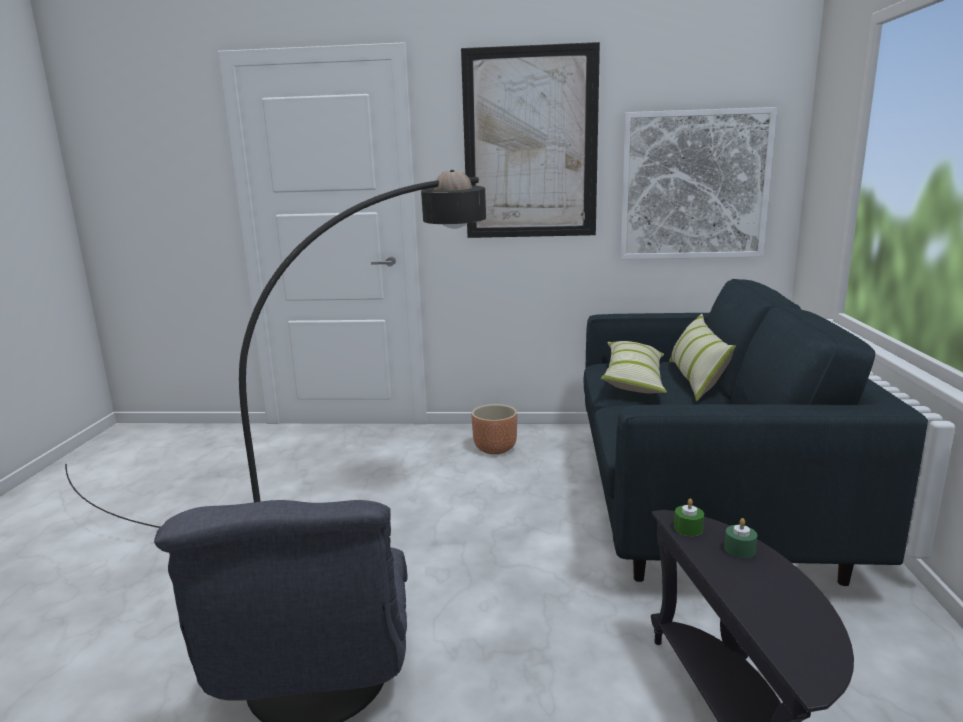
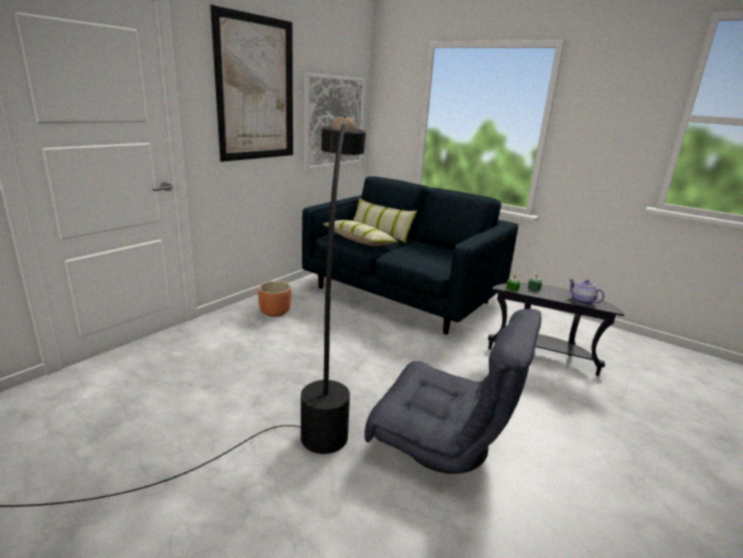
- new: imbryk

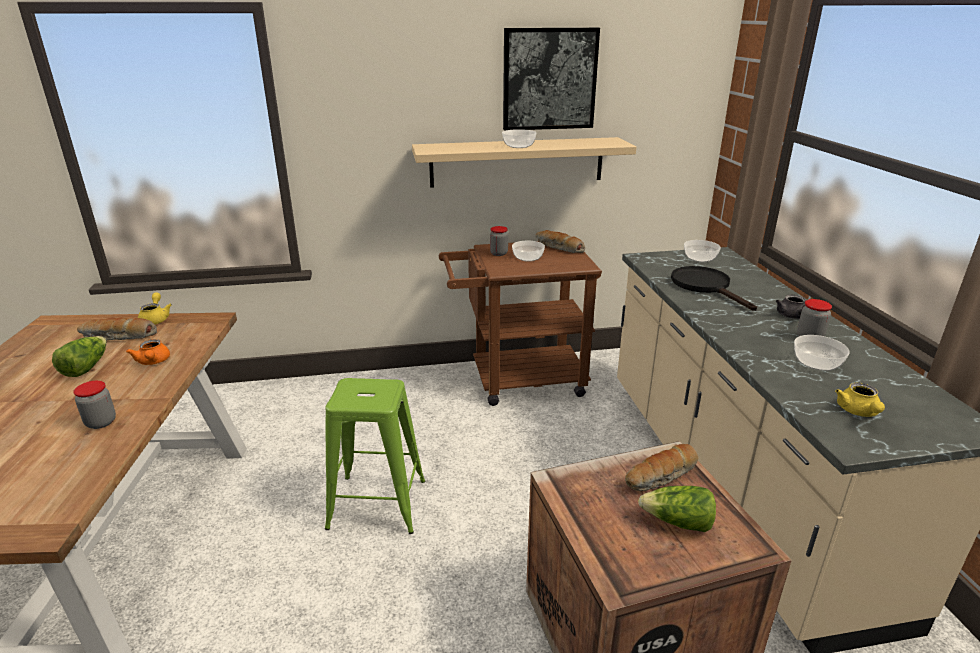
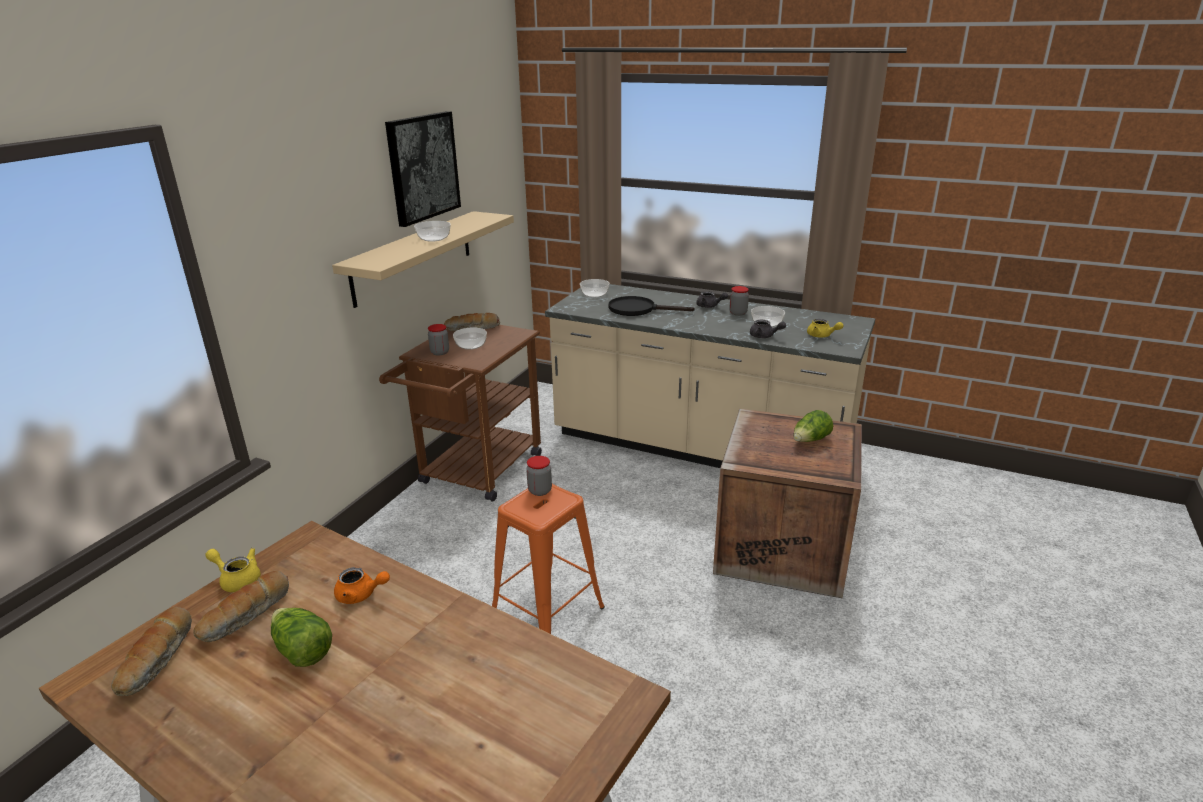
- shifted: słoik (no. 1 from left in the first image) to słoik (no. 2 from left)
- repainted: stołek [zielony] to stołek [pomarańczowy]
- shifted: chleb (no. 3 from left in the first image) to chleb (no. 1 from left)
- new: imbryk [szary] (no. 2 from left)

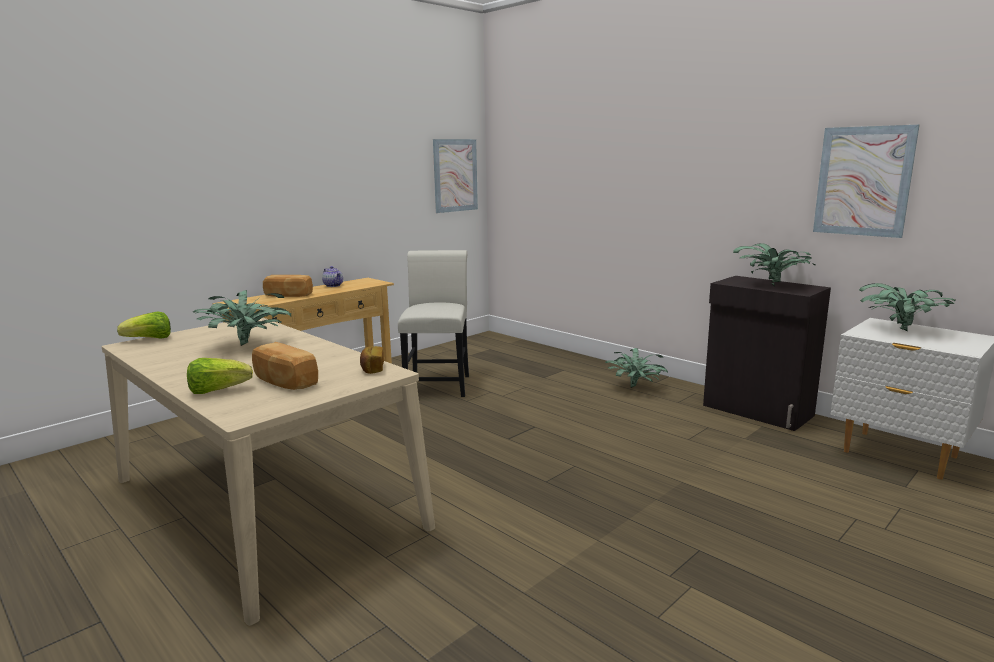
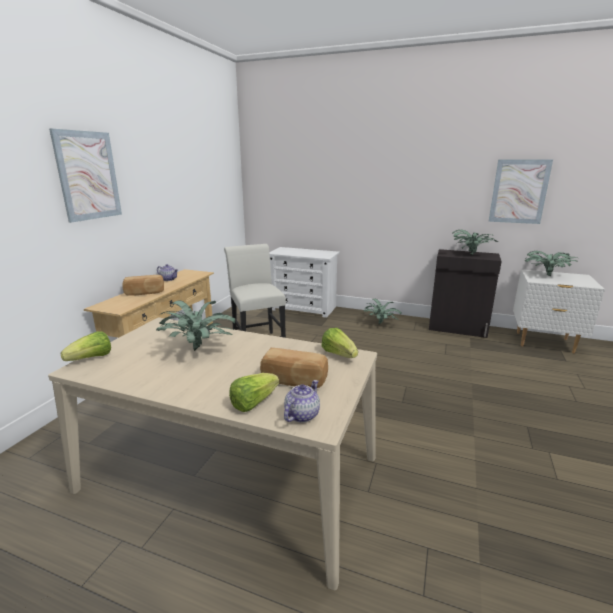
- swapped: chleb (no. 3 from left) to sałata (no. 3 from left)
- shifted: obraz (no. 1 from left)
- new: komoda [biały]
- new: imbryk (no. 2 from left)

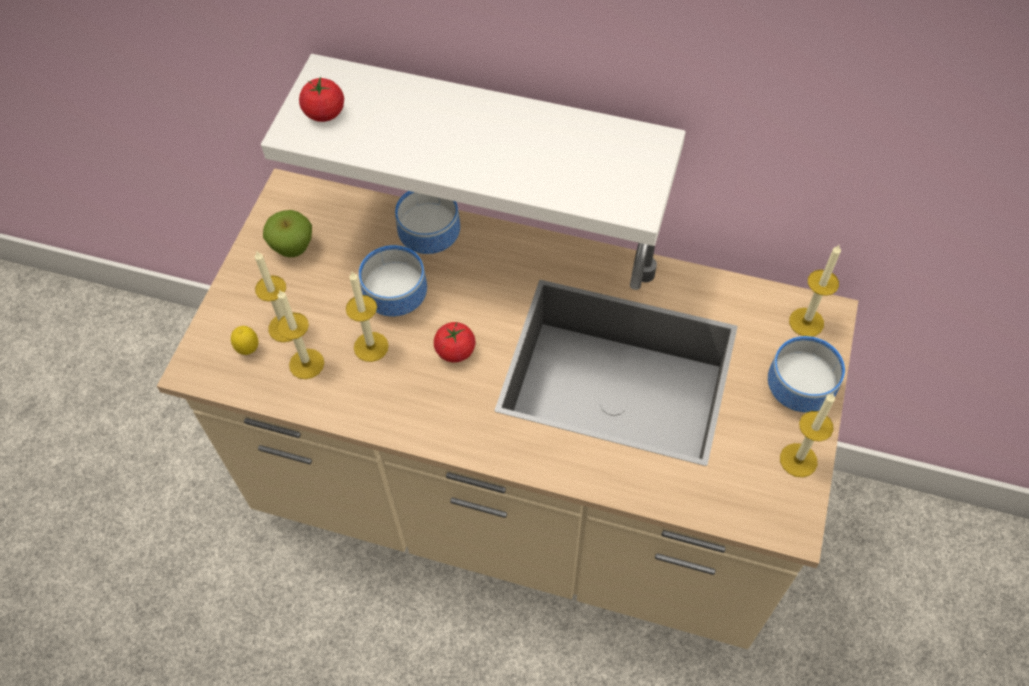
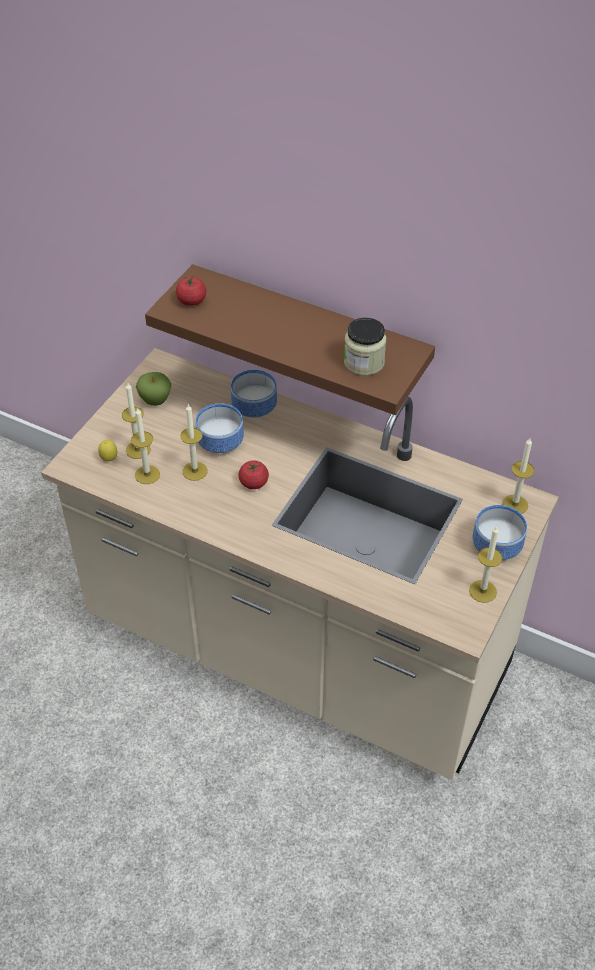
- repainted: półka [biały] to półka [brązowy]
- new: słoik

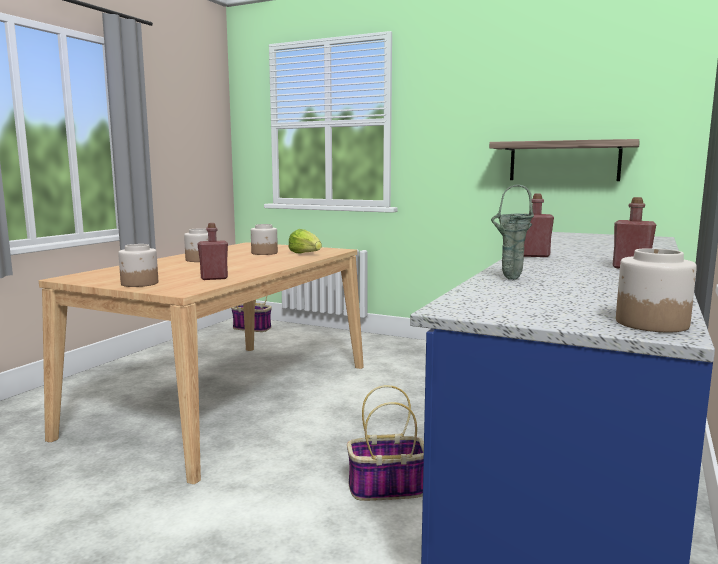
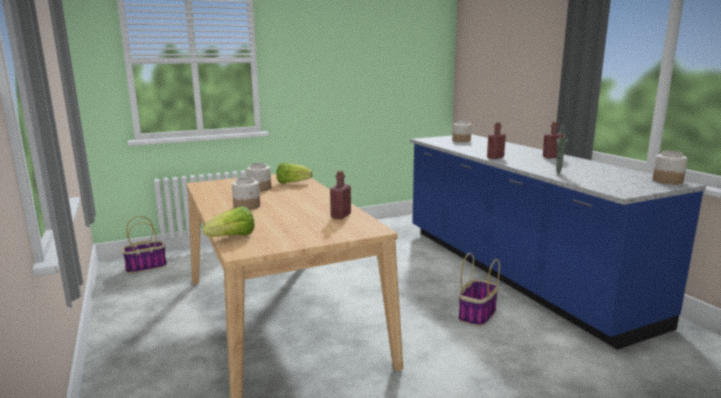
- shifted: słoik (no. 1 from left in the first image) to słoik (no. 3 from left)
- gone: półka
- new: sałata (no. 1 from left)

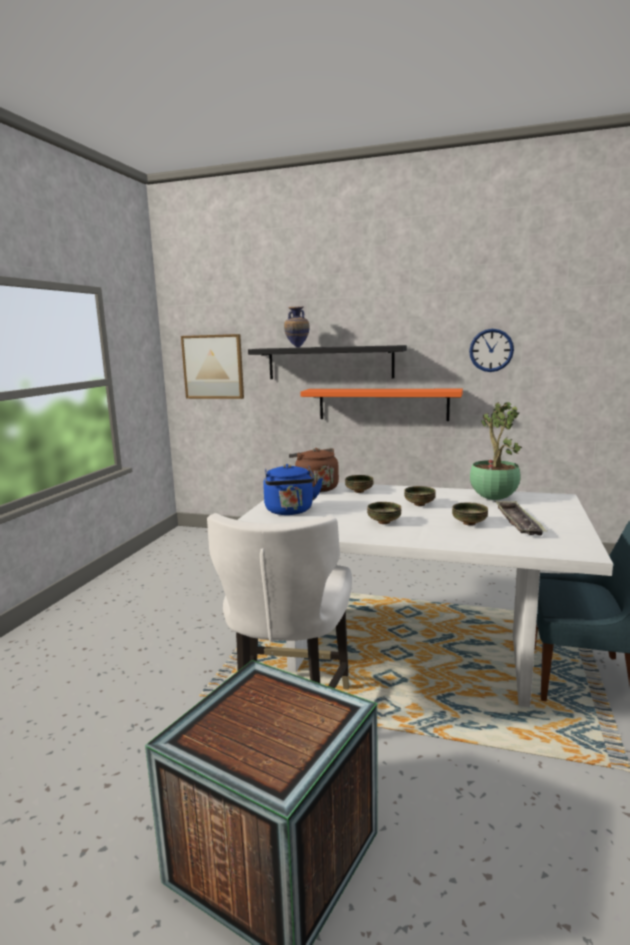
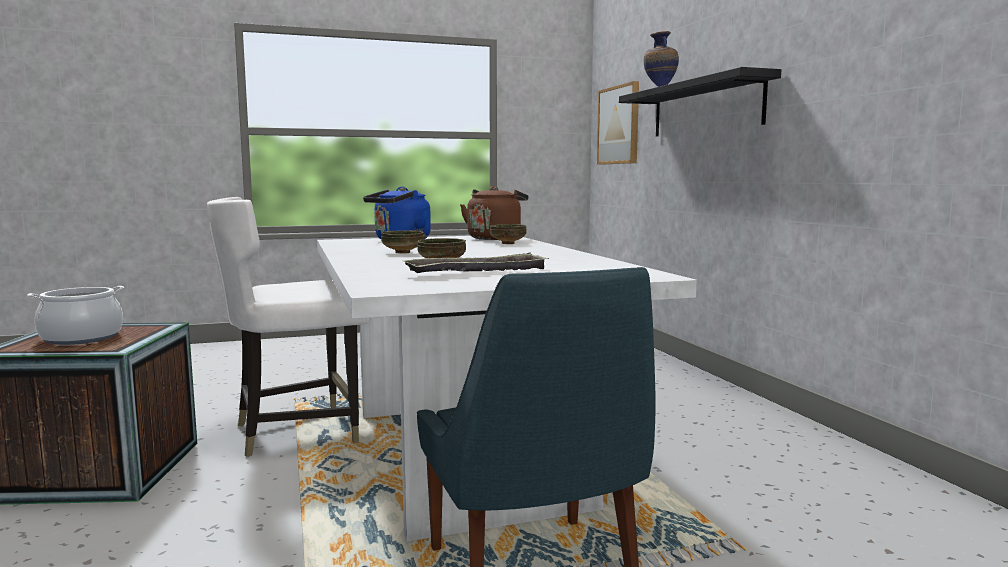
- gone: półka [pomarańczowy]
- gone: miska (no. 3 from left)
- gone: zegar ścienny
- gone: roślina doniczkowa
- new: garnek

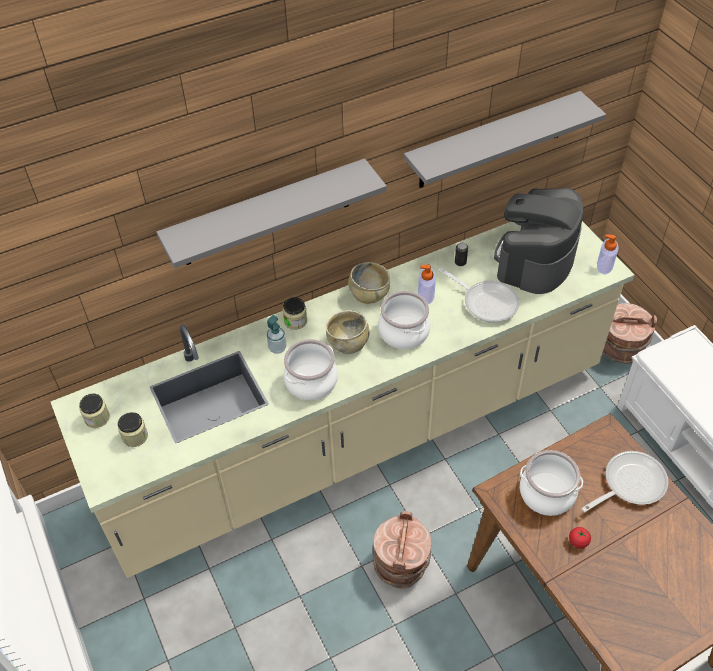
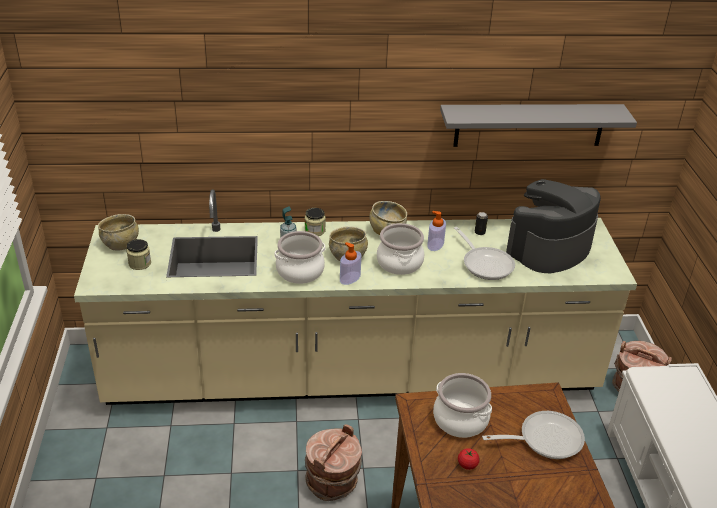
- swapped: słoik (no. 1 from left) to miska [beżowy] (no. 1 from left)
- gone: półka [szary] (no. 1 from left)
- shifted: dozownik mydła (no. 3 from left in the first image) to dozownik mydła (no. 2 from left)

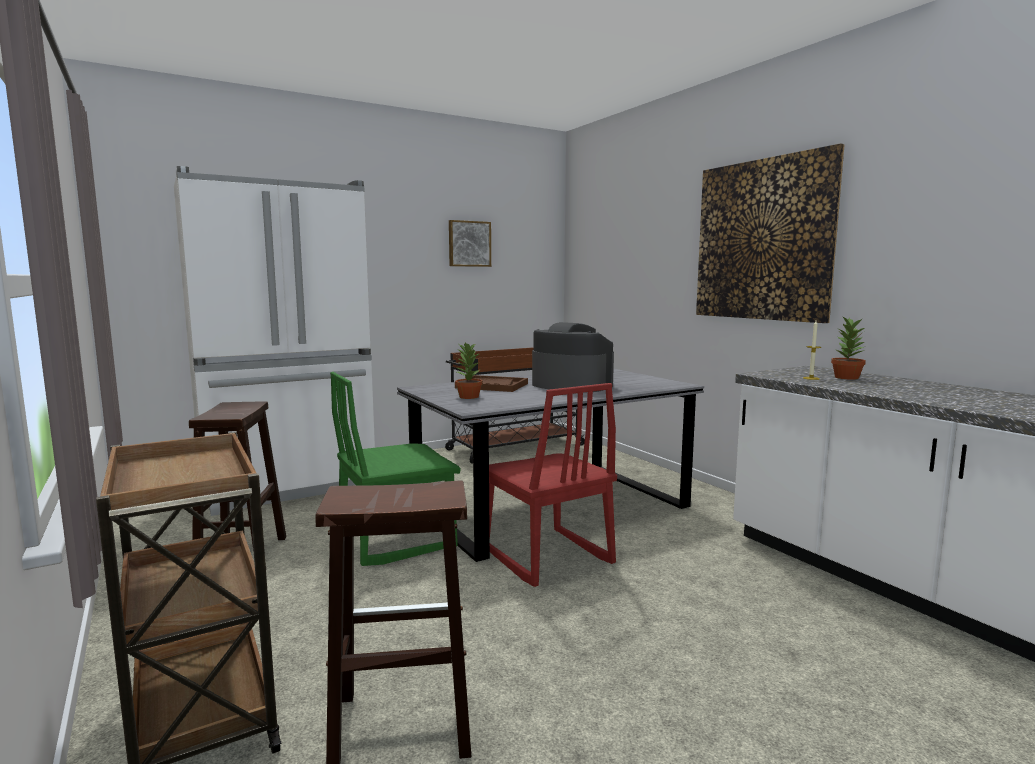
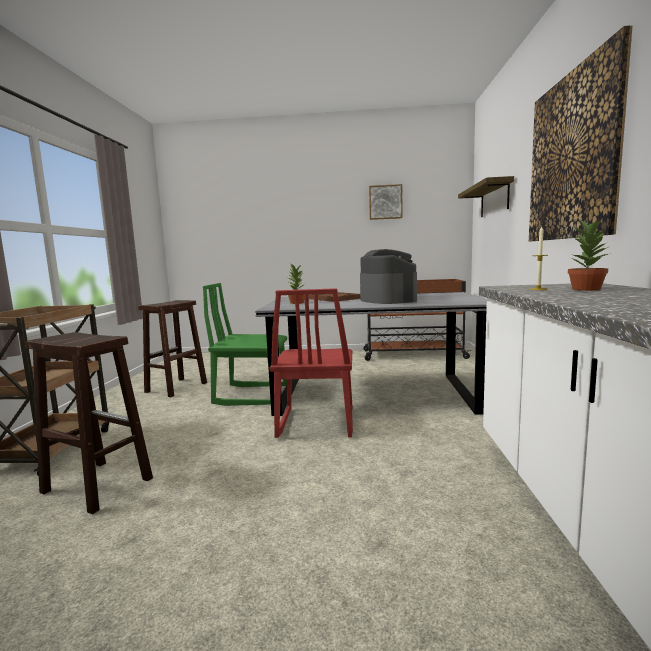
- gone: lodówka [biały]
- new: półka

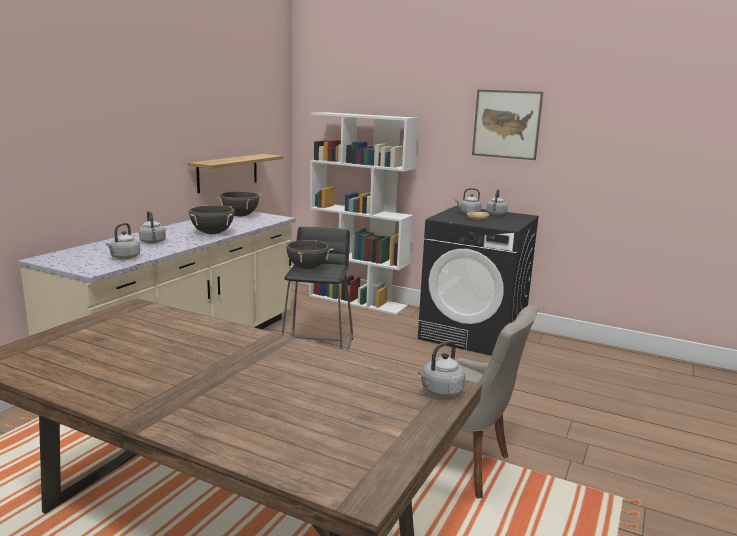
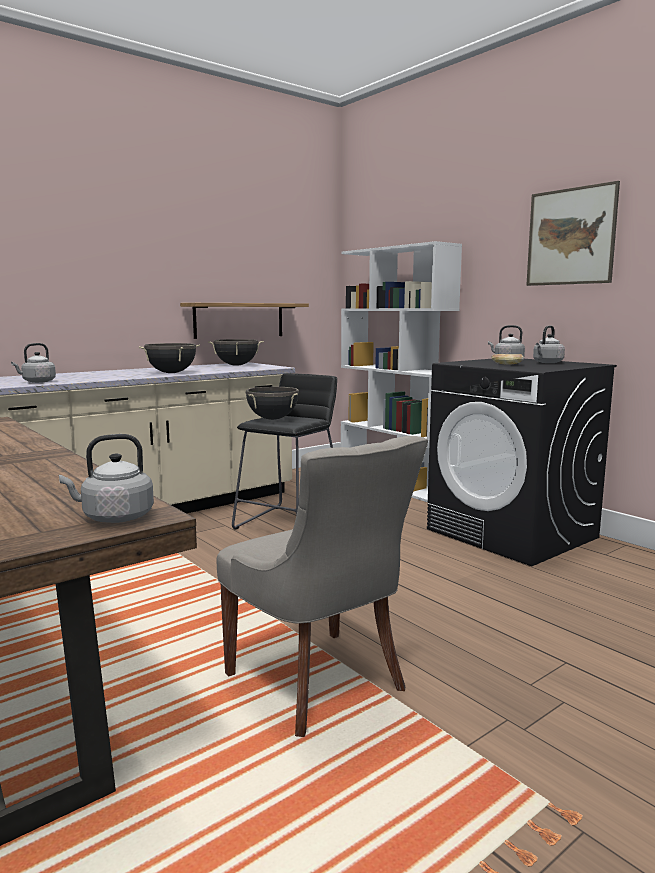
- gone: czajnik [szary] (no. 2 from left)

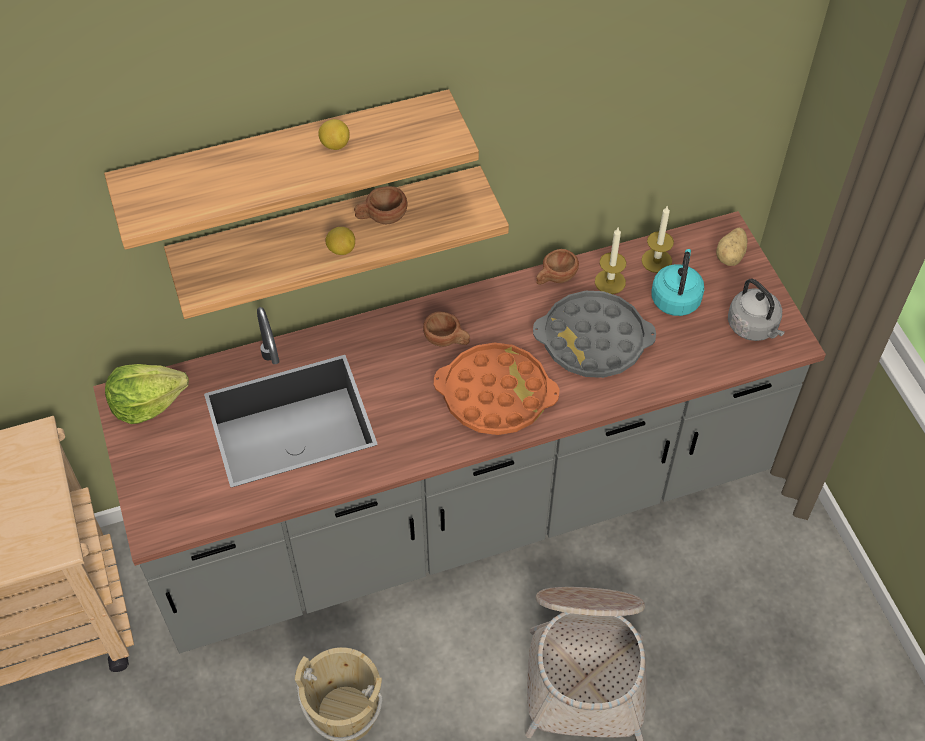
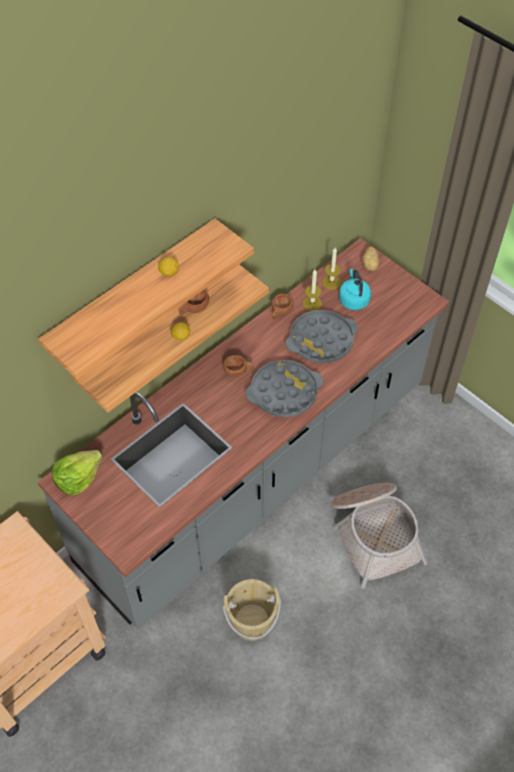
- repainted: taca [pomarańczowy] to taca [szary] (no. 1 from left)
- gone: czajnik [szary]

